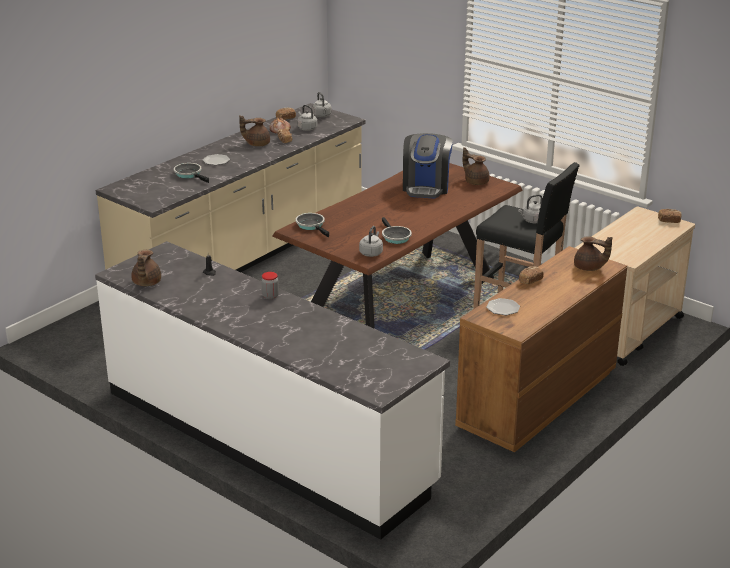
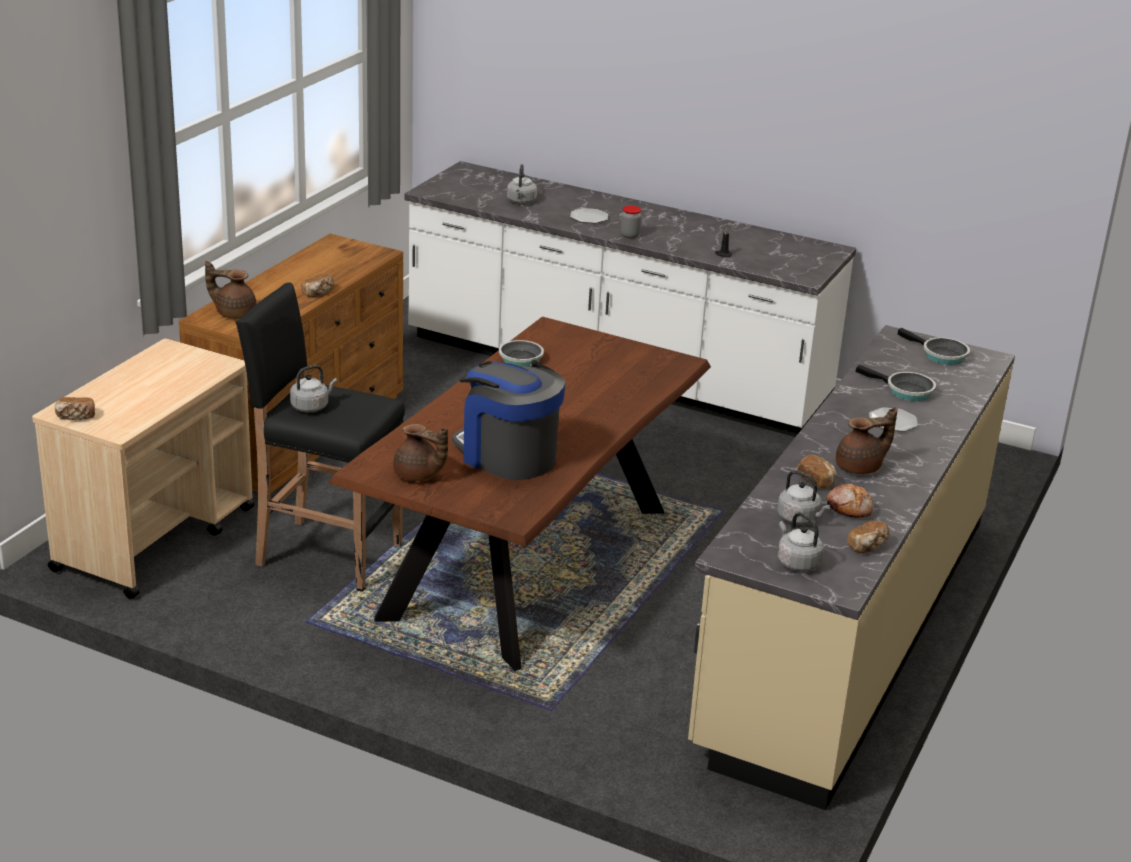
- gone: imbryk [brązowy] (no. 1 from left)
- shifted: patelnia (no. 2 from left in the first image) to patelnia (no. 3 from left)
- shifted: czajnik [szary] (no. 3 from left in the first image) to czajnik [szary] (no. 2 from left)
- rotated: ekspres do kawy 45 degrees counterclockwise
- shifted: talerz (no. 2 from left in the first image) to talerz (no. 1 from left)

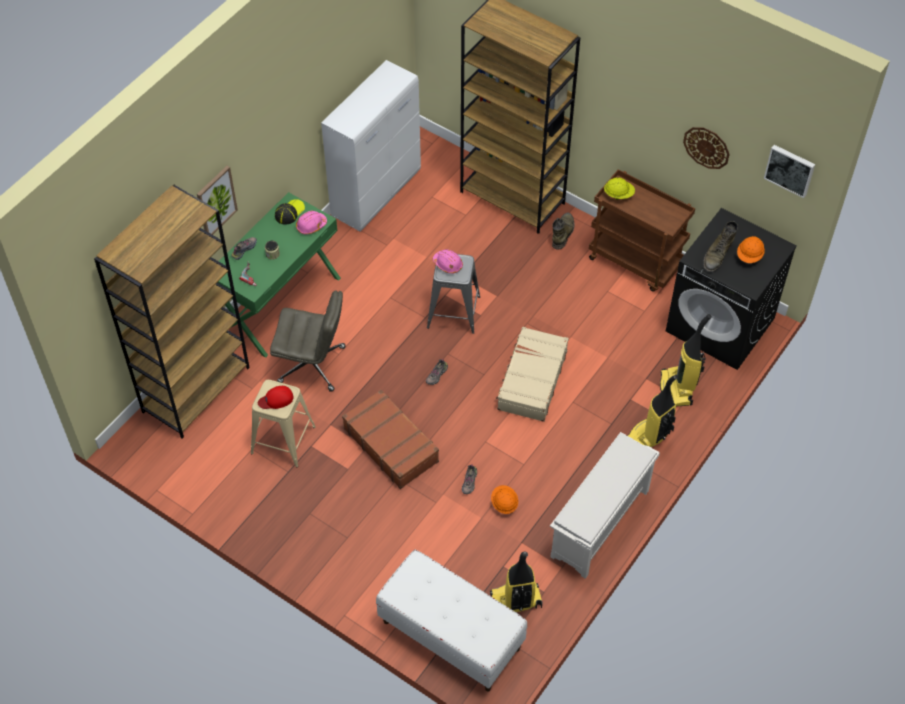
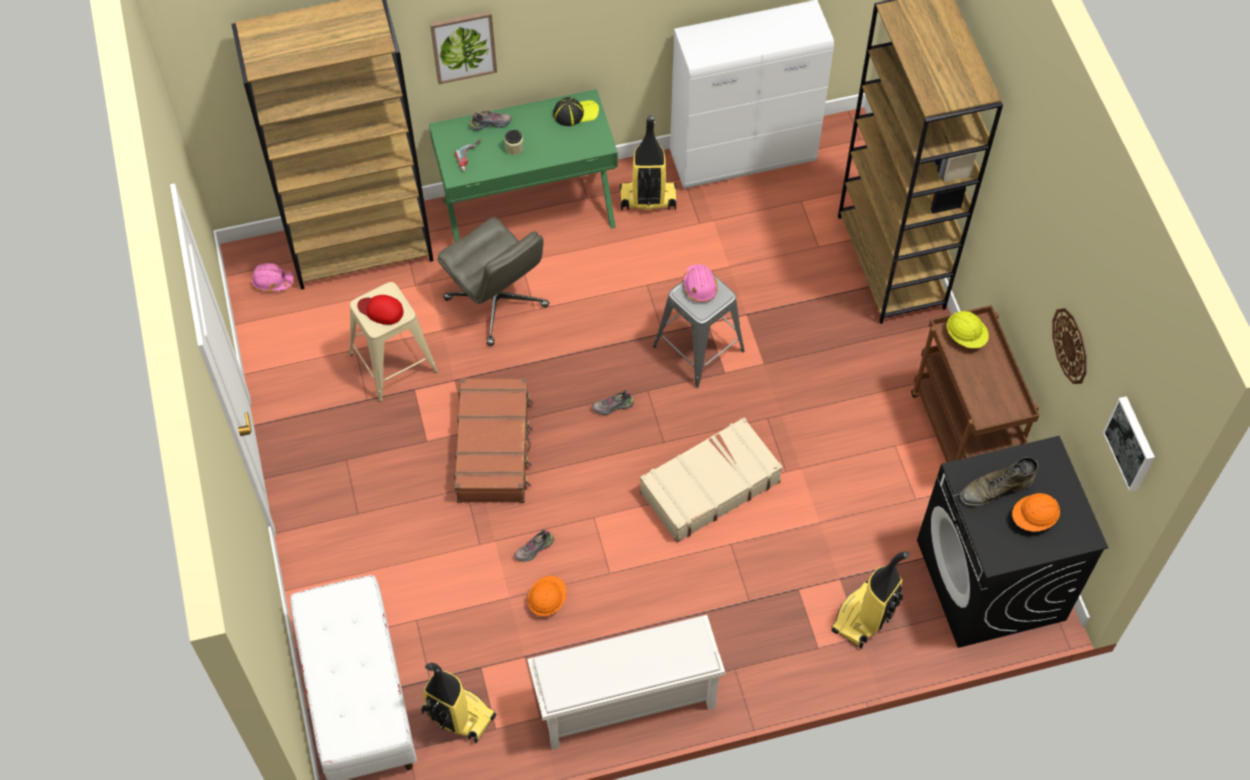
- shifted: kask [różowy] (no. 1 from left)
- gone: but z cholewką [zielony] (no. 1 from left)
- shifted: odkurzacz (no. 2 from left)

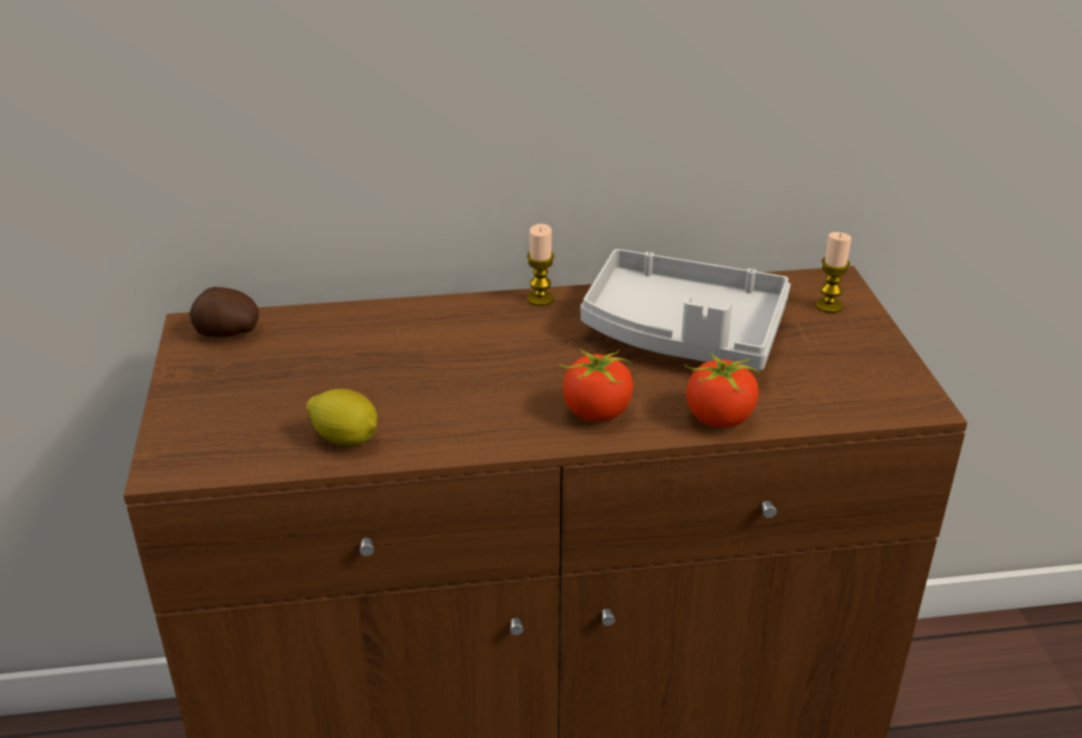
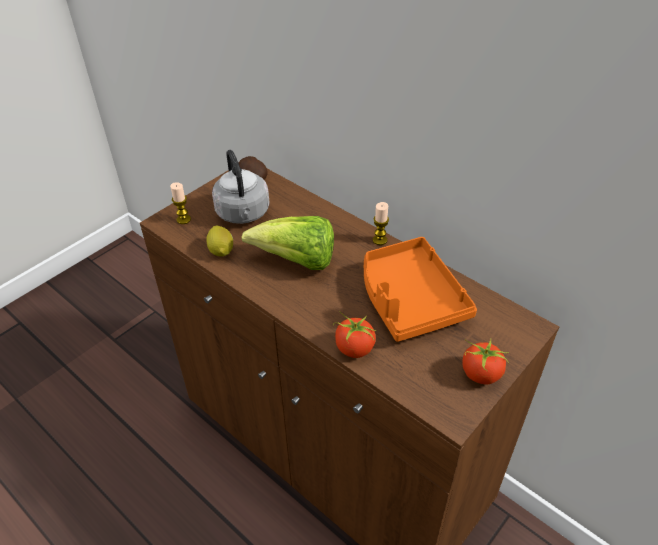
- shifted: pomidor (no. 1 from left in the first image) to pomidor (no. 2 from left)
- repainted: taca [szary] to taca [pomarańczowy]
- shifted: świeca (no. 2 from left in the first image) to świeca (no. 1 from left)
- new: czajnik [szary]
- new: sałata

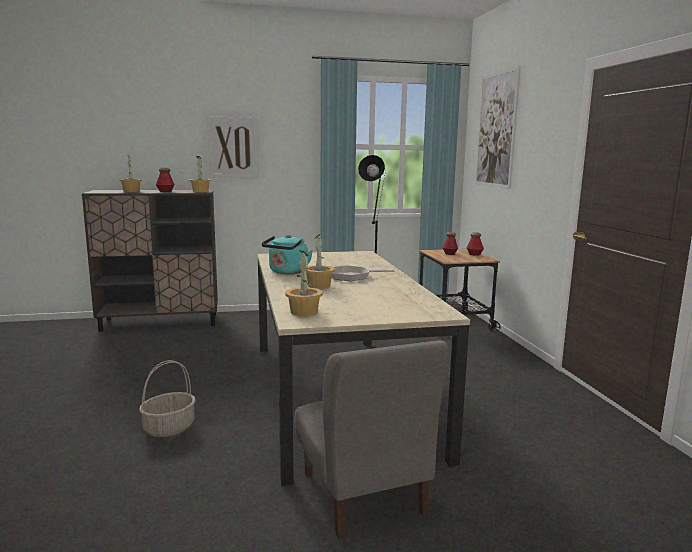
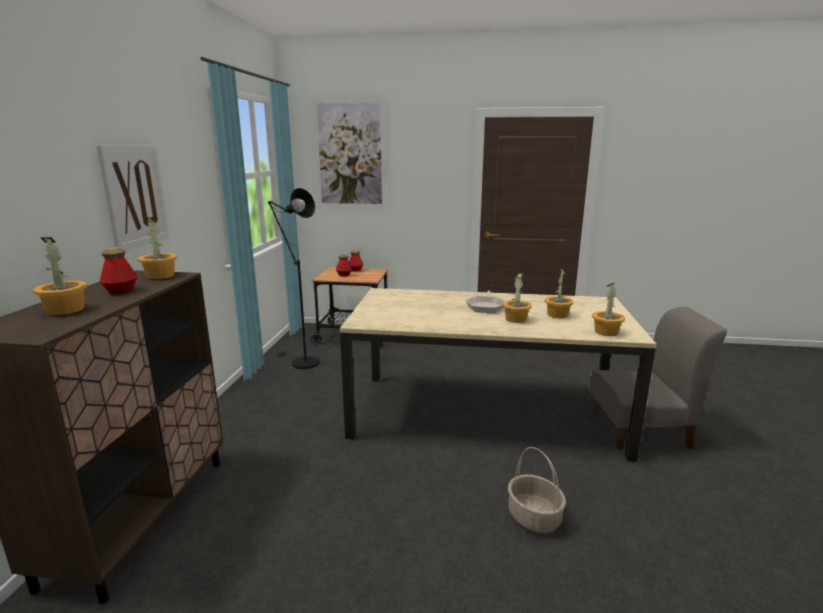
- gone: czajnik [turkusowy]
- new: roślina doniczkowa (no. 4 from left)

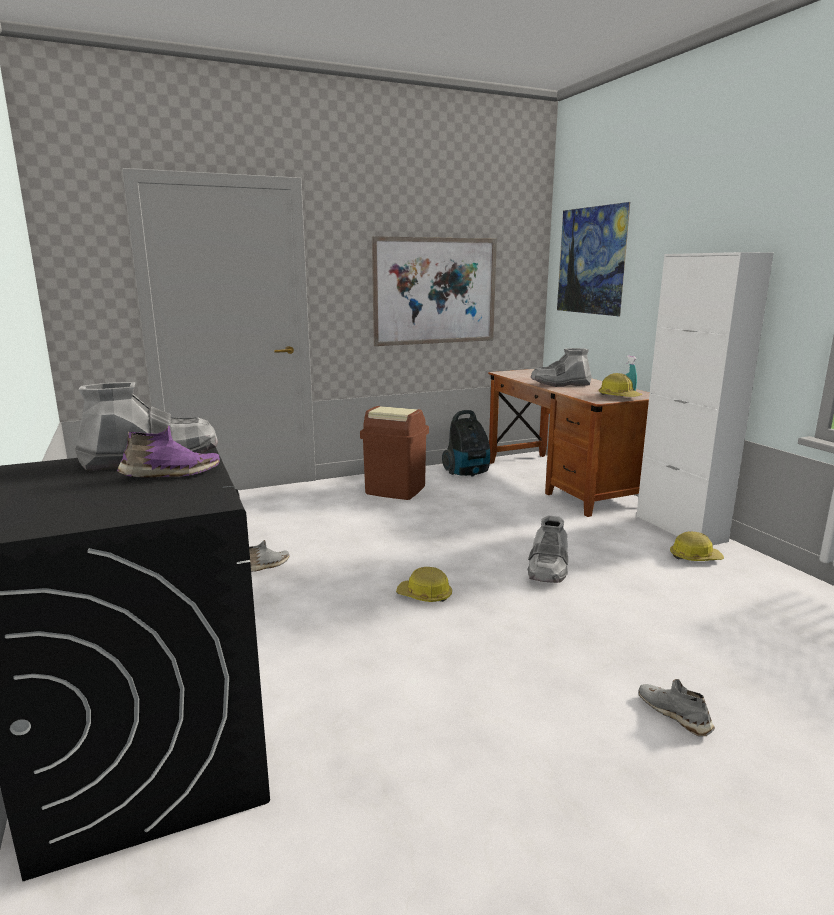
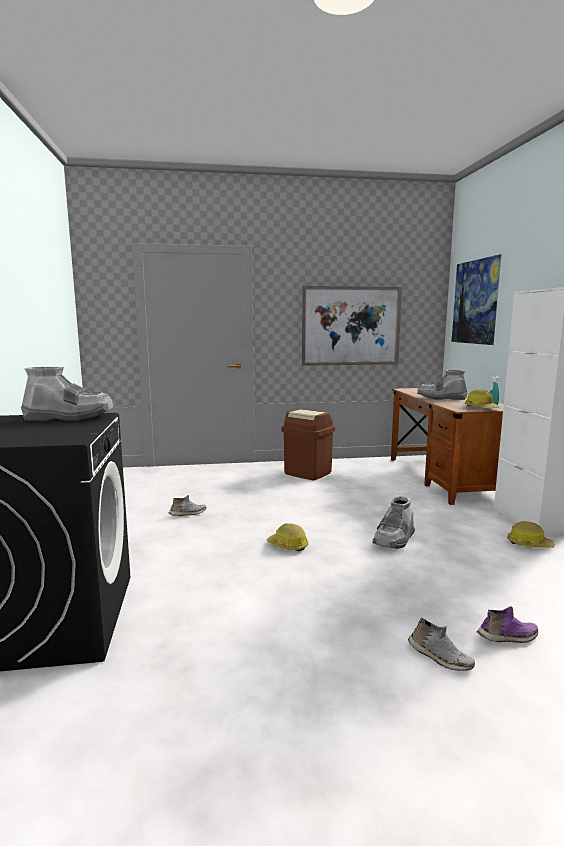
- shifted: but [fioletowy]
- gone: odkurzacz
- rotated: but [szary] (no. 2 from left) 150 degrees clockwise

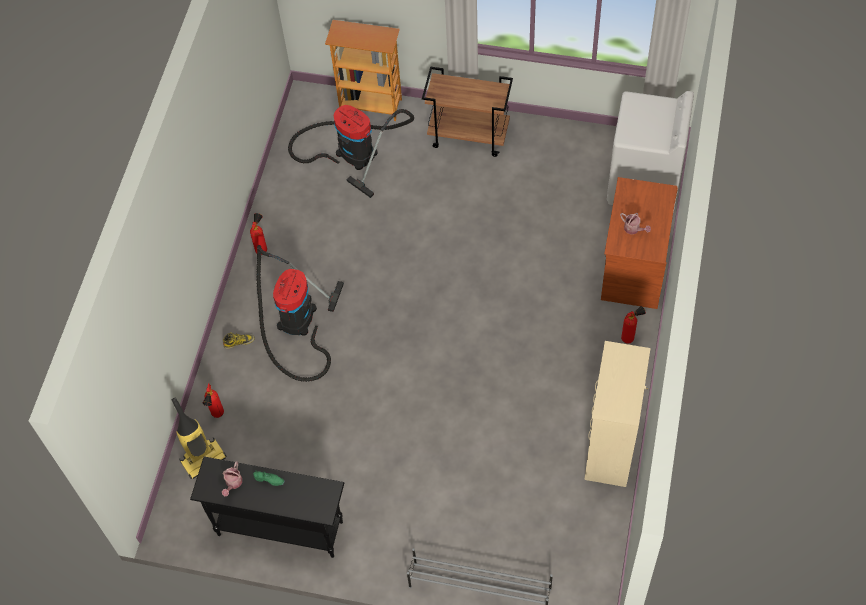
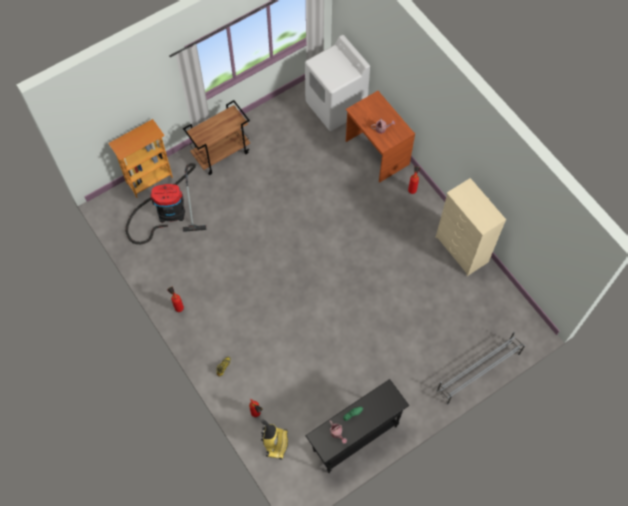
- gone: odkurzacz (no. 2 from left)

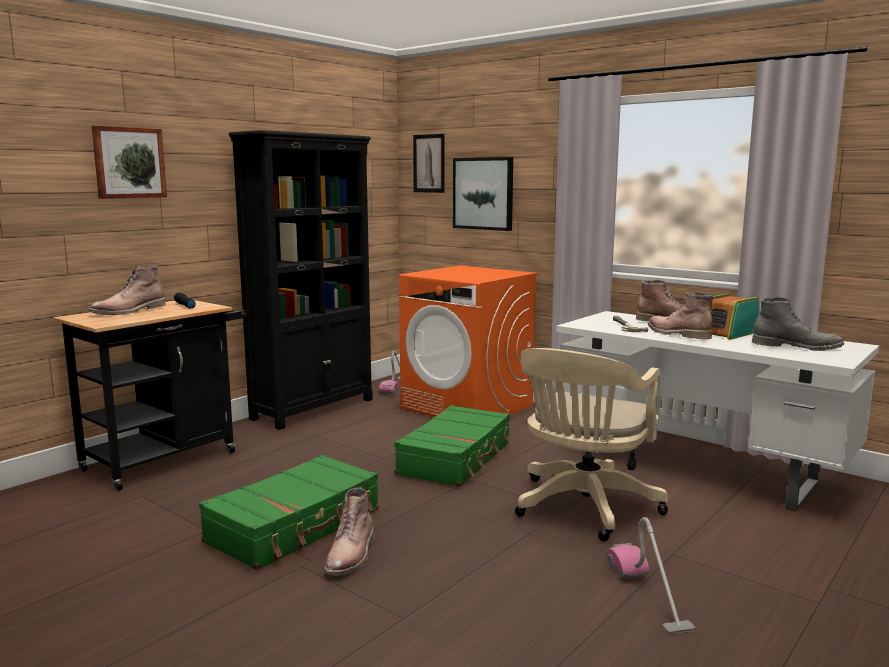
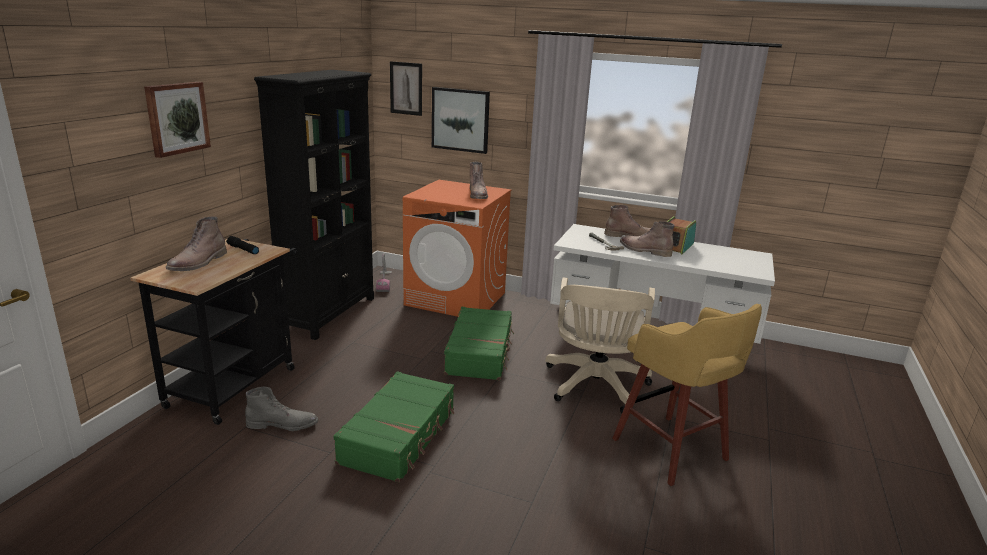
- shifted: but z cholewką [brązowy] (no. 2 from left)
- swapped: odkurzacz (no. 2 from left) to stołek [żółty]
- shifted: but z cholewką [szary]

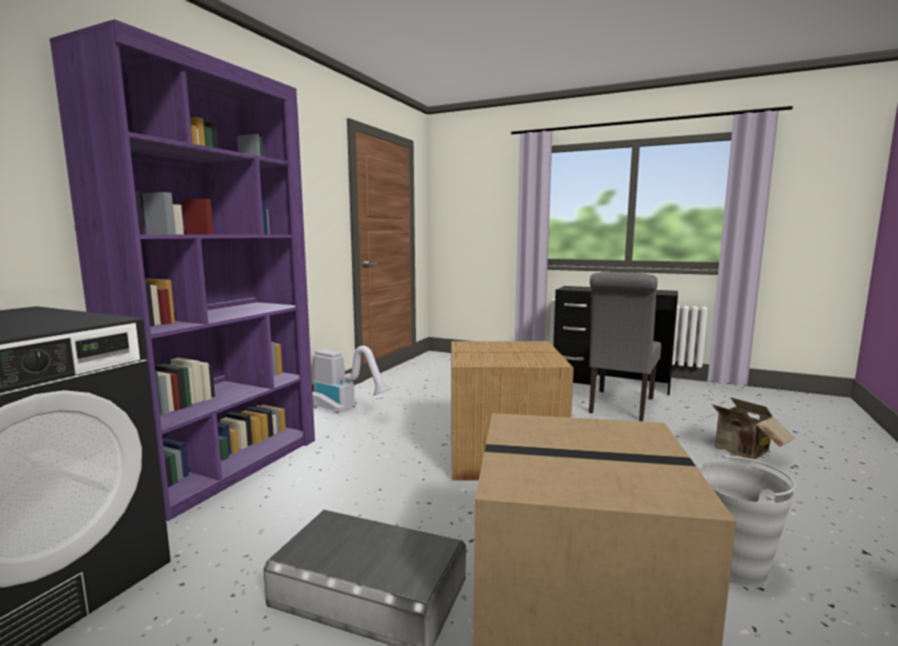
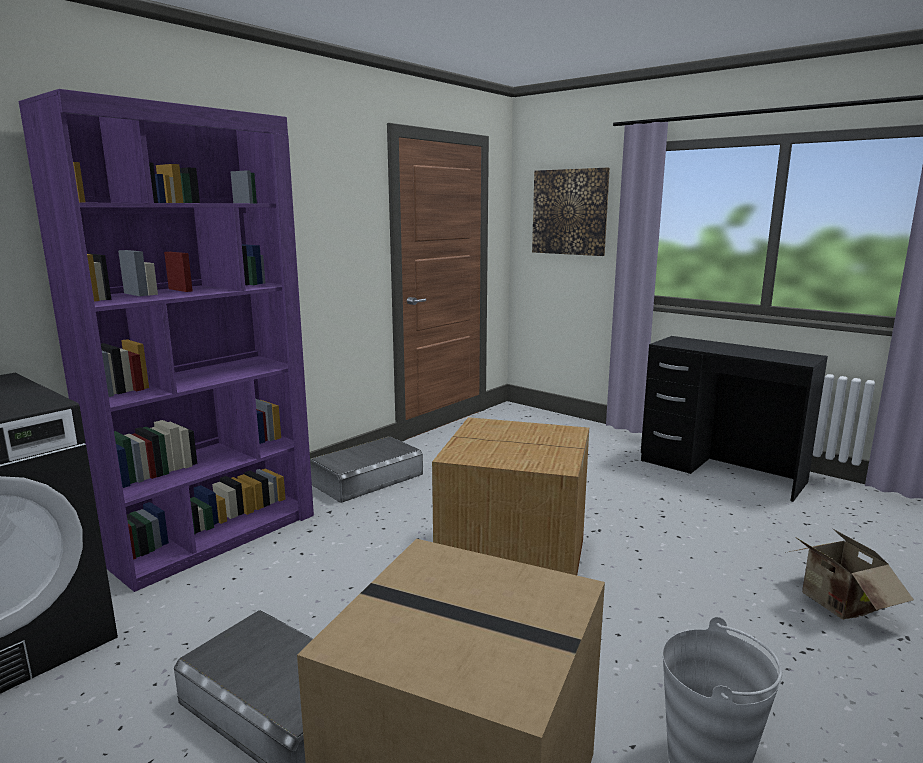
- swapped: odkurzacz to pojemnik do przechowywania [szary] (no. 2 from left)
- gone: krzesło [szary]
- new: obraz

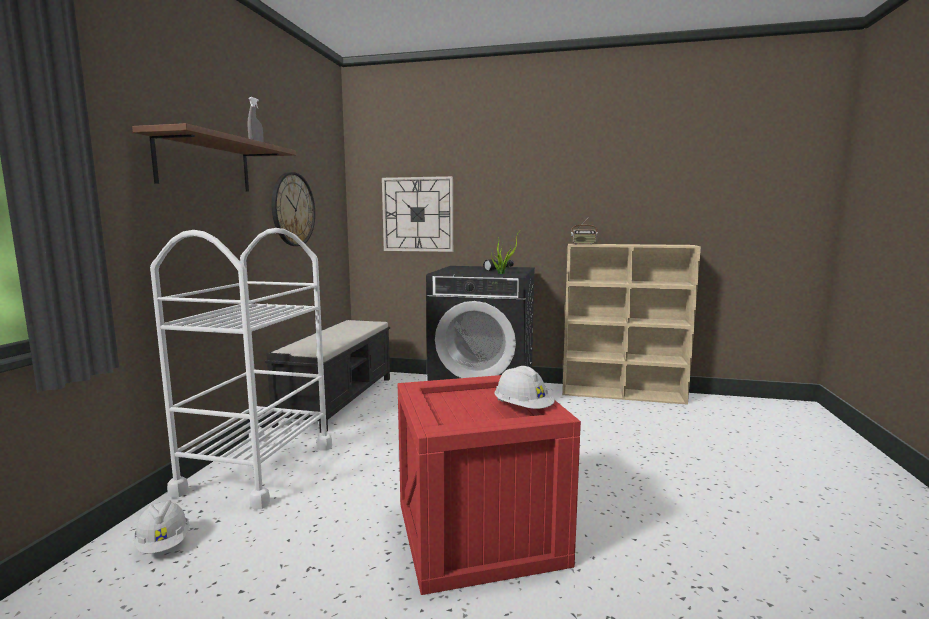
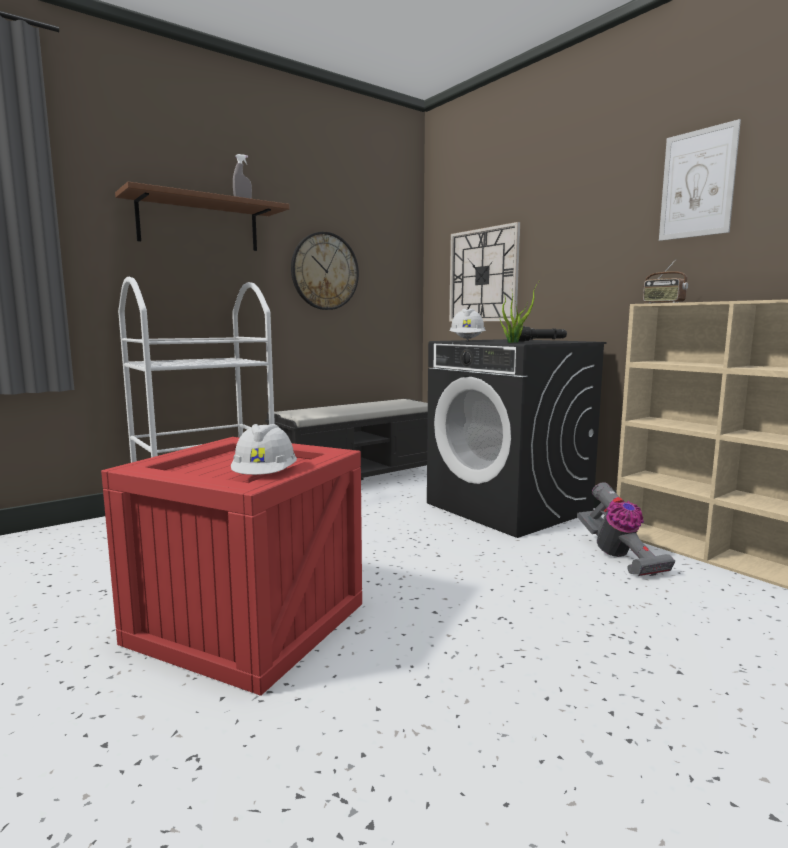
- shifted: kask [biały] (no. 1 from left in the first image) to kask [biały] (no. 2 from left)
- new: odkurzacz
- new: obraz

